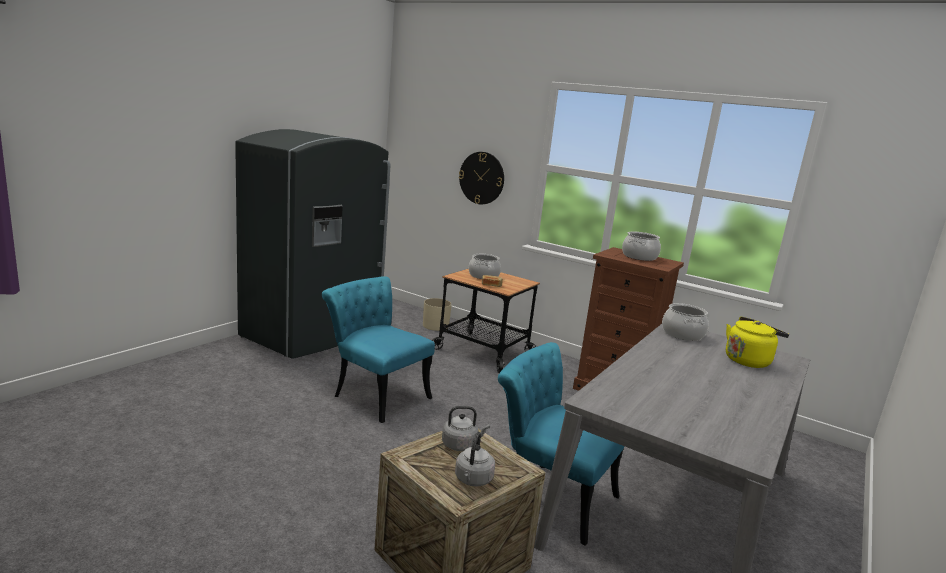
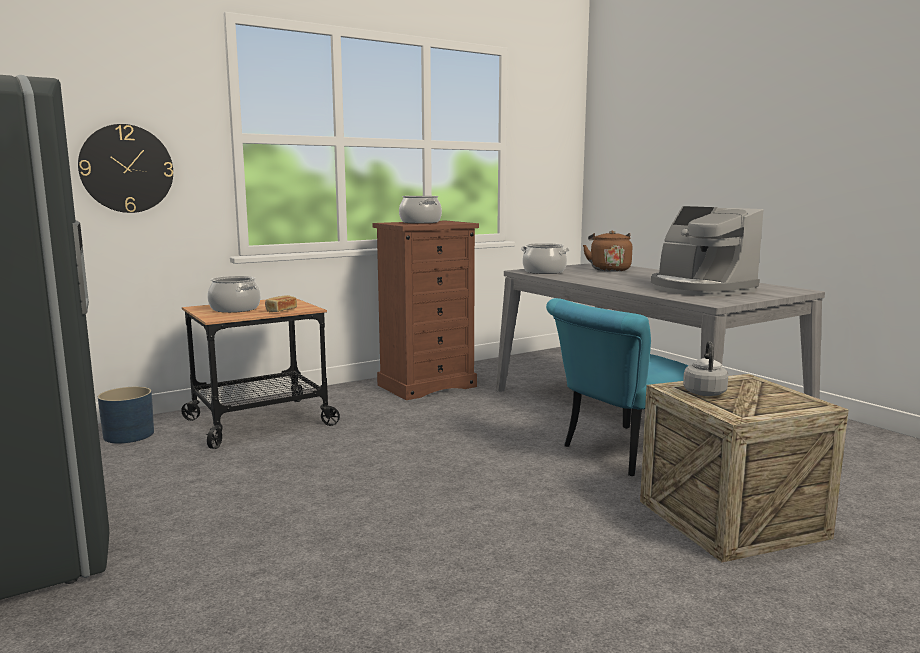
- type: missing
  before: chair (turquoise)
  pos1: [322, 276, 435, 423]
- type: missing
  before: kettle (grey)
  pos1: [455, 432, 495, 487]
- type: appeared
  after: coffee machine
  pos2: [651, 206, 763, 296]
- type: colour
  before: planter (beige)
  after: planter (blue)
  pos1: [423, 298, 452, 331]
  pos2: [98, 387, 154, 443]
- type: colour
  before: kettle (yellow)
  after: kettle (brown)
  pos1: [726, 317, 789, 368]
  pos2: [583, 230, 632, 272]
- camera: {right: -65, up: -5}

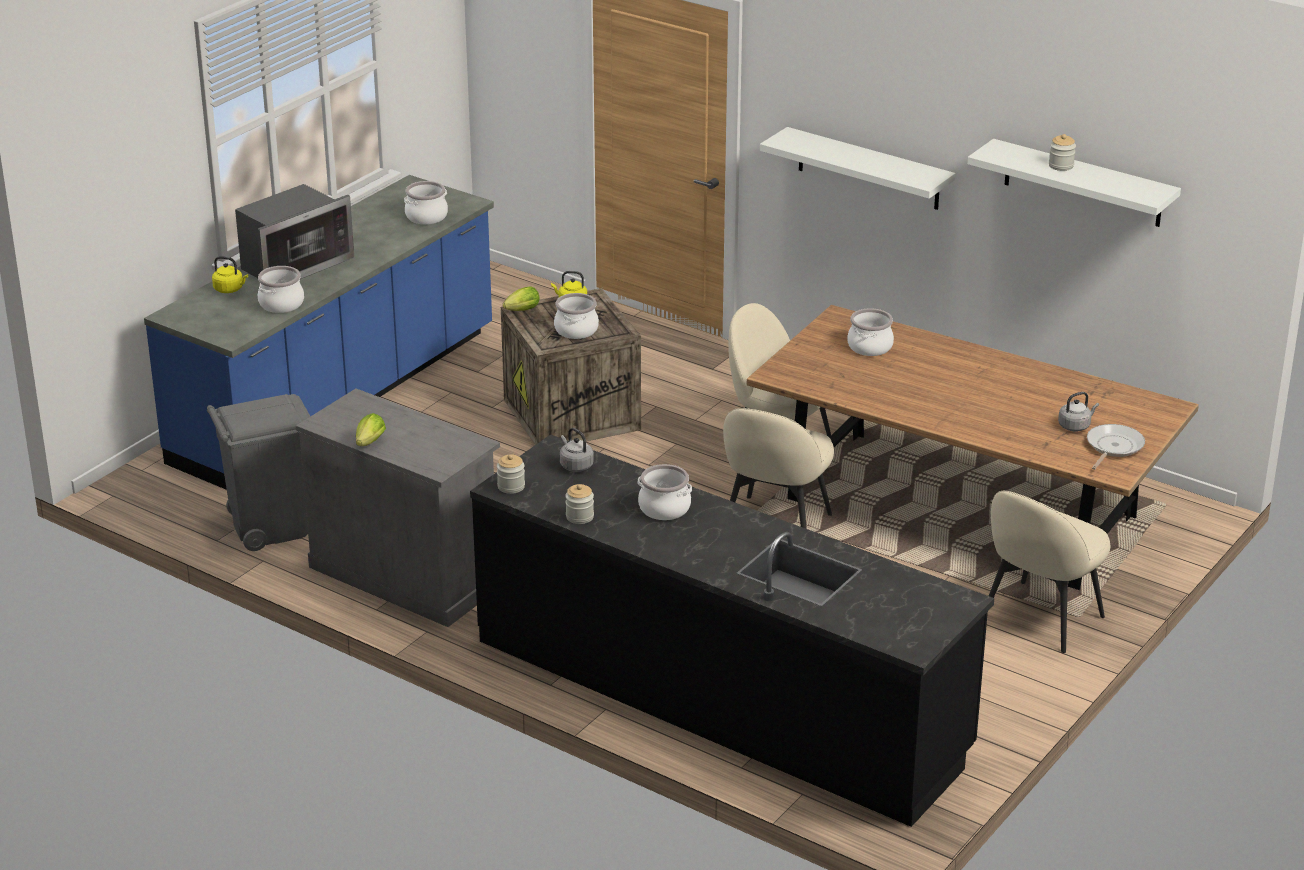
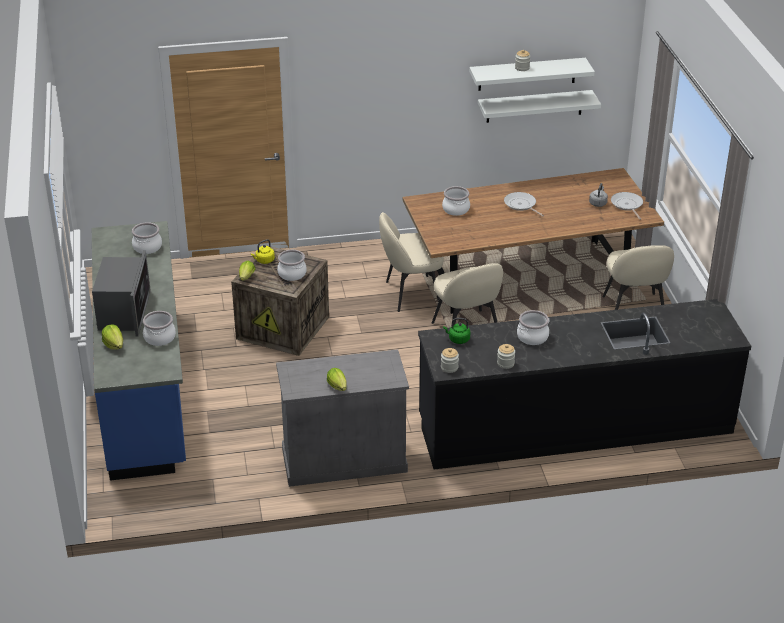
- type: missing
  before: trash can (grey)
  pos1: [207, 394, 310, 551]
- type: appeared
  after: frying pan
  pos2: [504, 192, 544, 216]
- type: relocated
  before: shelf (white)
  pos1: [760, 127, 955, 210]
  pos2: [478, 90, 601, 123]
- type: exchanged
  before: kettle (yellow)
  after: lettuce
  pos1: [212, 256, 248, 293]
  pos2: [102, 324, 123, 350]
- type: colour
  before: kettle (grey)
  after: kettle (green)
  pos1: [560, 428, 594, 472]
  pos2: [443, 318, 470, 344]
- camera: {right: -45, up: 5}

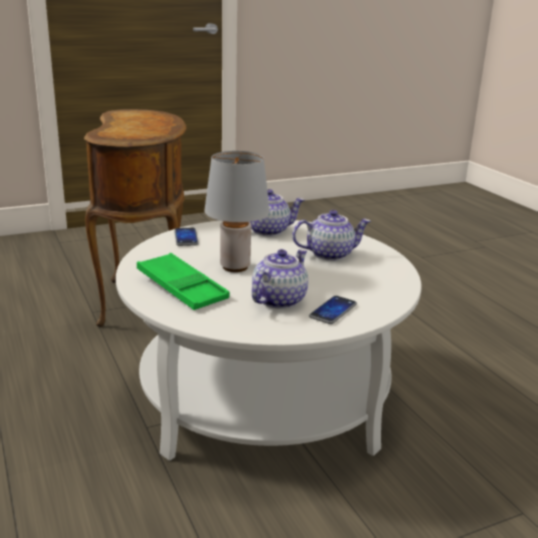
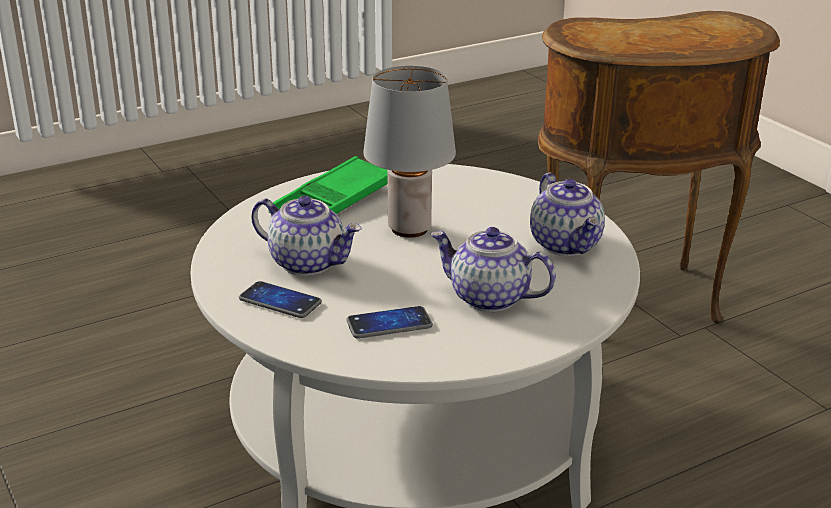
- type: relocated
  before: phone
  pos1: [174, 228, 199, 246]
  pos2: [346, 306, 433, 339]
- type: spun
  before: teapot
  pos1: [292, 210, 371, 261]
  pos2: [431, 227, 556, 312]
  turn: 135
- camera: {right: 85, up: 5}

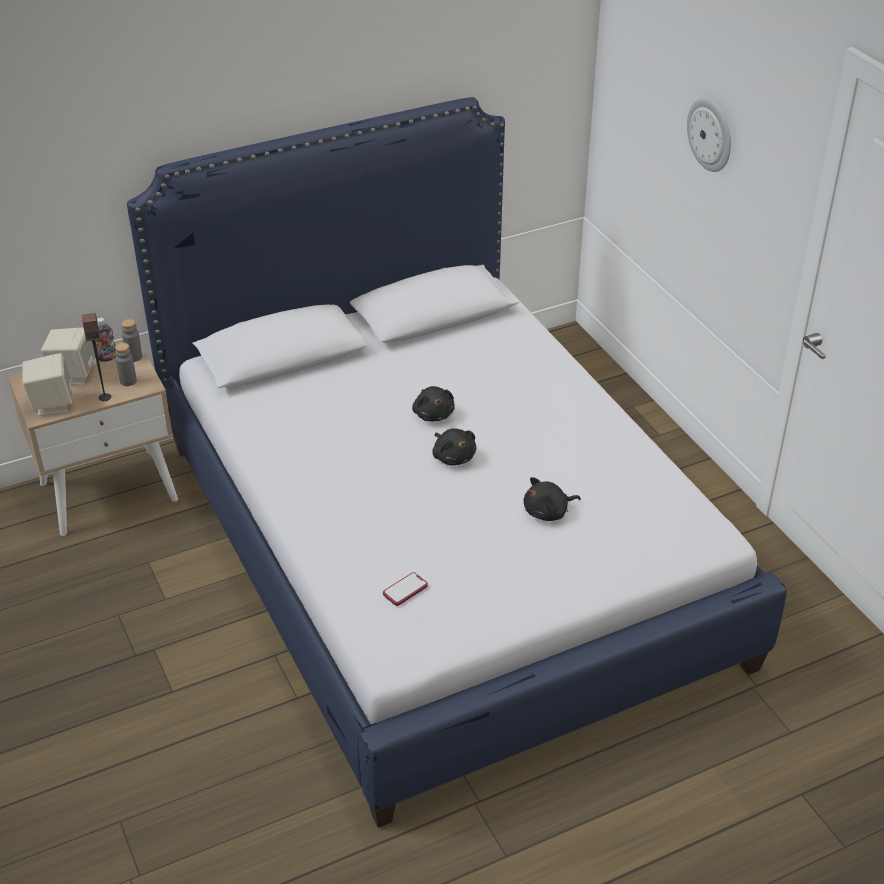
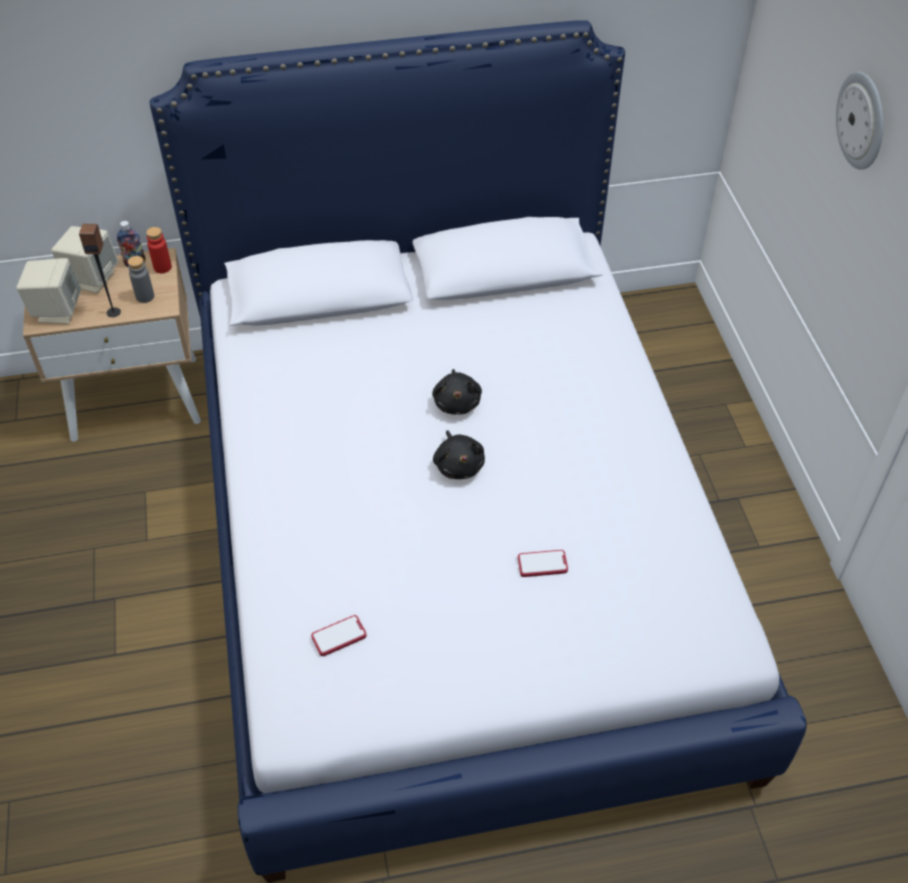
- type: exchanged
  before: plush toy (black)
  after: phone
  pos1: [524, 477, 581, 521]
  pos2: [518, 550, 568, 577]
- type: colour
  before: bottle (grey)
  after: bottle (red)
  pos1: [122, 319, 142, 362]
  pos2: [146, 227, 172, 273]
- camera: {right: 15, up: 10}

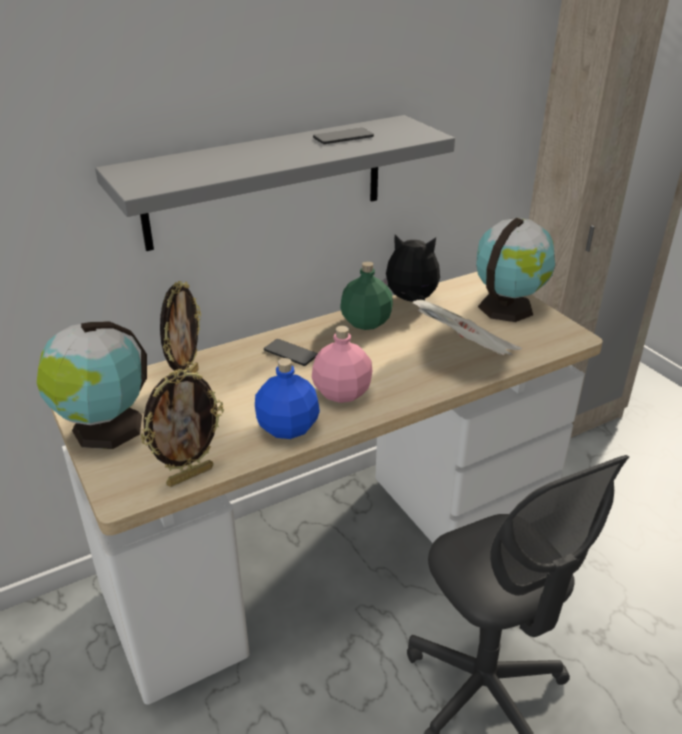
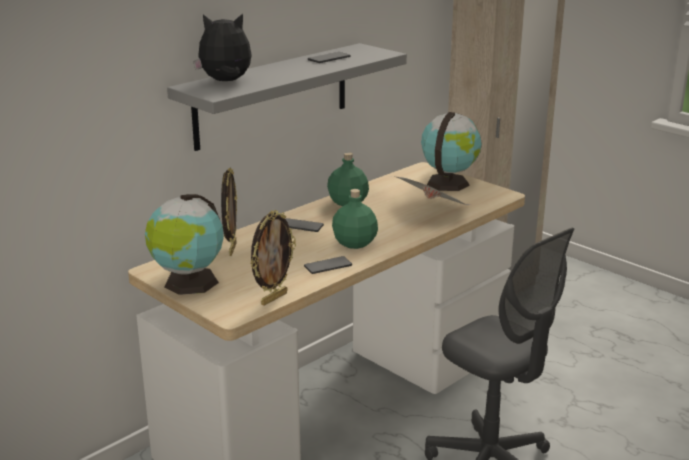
- type: relocated
  before: plush toy
  pos1: [382, 235, 440, 301]
  pos2: [193, 14, 252, 81]
- type: exchanged
  before: bottle (blue)
  after: phone
  pos1: [255, 358, 320, 439]
  pos2: [304, 256, 352, 274]
- type: colour
  before: bottle (pink)
  after: bottle (green)
  pos1: [312, 326, 373, 403]
  pos2: [332, 189, 378, 249]
- camera: {right: -15, up: -10}

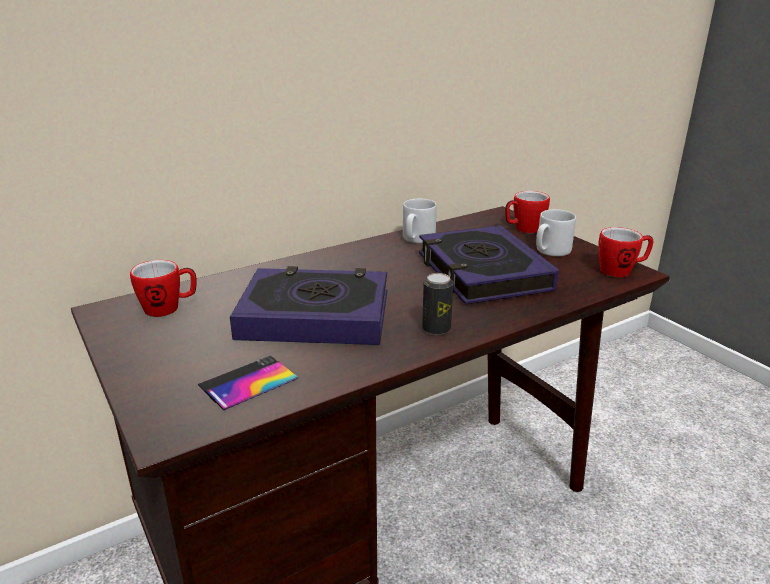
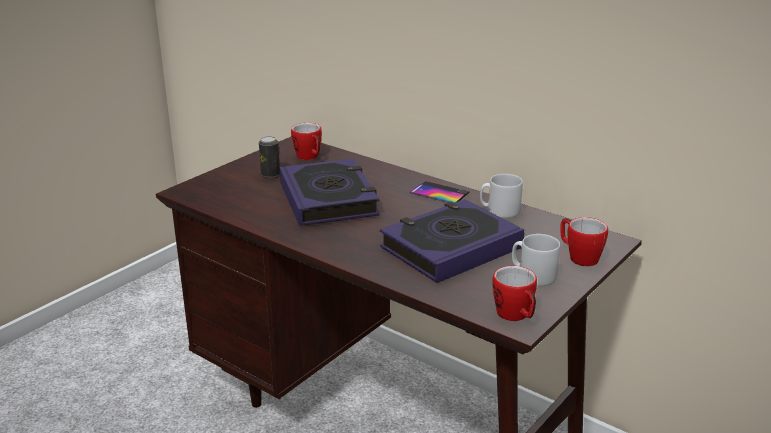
- type: relocated
  before: phone
  pos1: [198, 356, 298, 410]
  pos2: [410, 181, 470, 203]
- type: relocated
  before: can
  pos1: [422, 273, 453, 335]
  pos2: [259, 136, 280, 178]
- camera: {right: 70, up: 0}

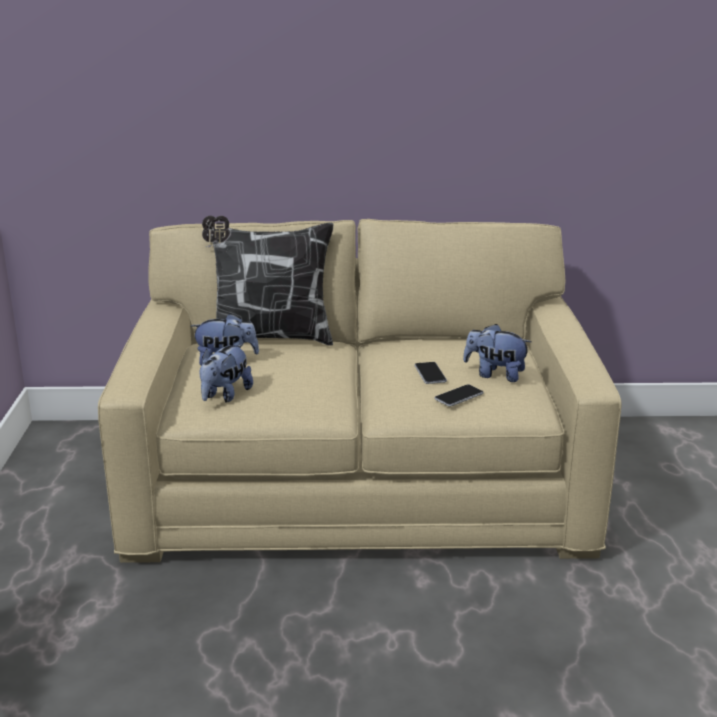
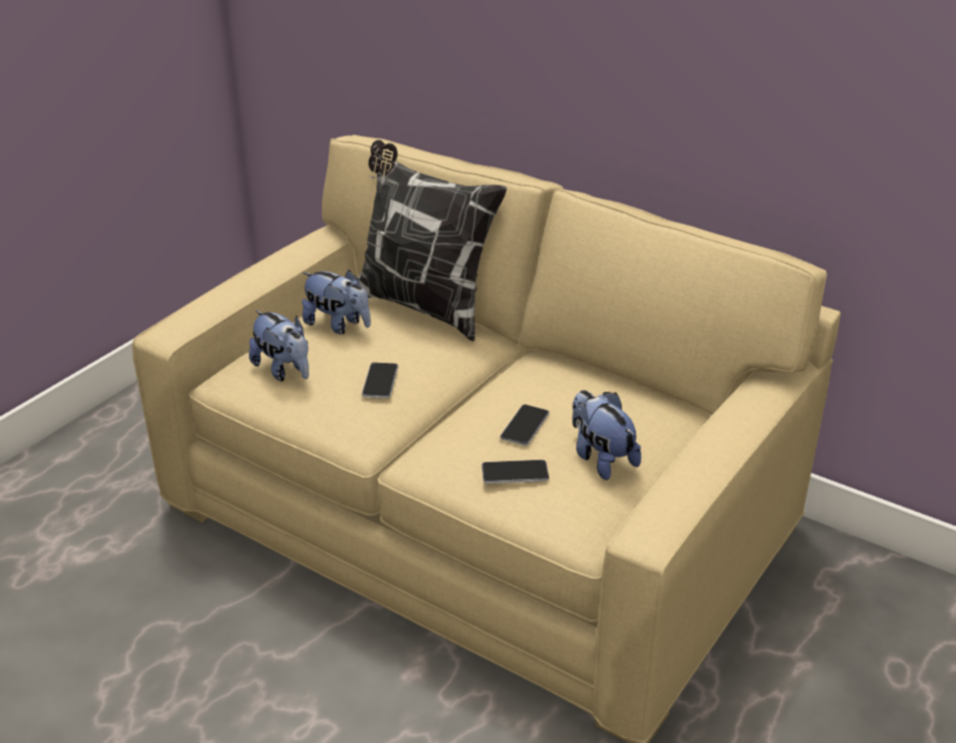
- type: appeared
  after: phone
  pos2: [362, 362, 398, 399]
- type: spun
  before: plush toy
  pos1: [199, 344, 253, 403]
  pos2: [249, 310, 309, 381]
  turn: -105
- camera: {right: 35, up: 10}

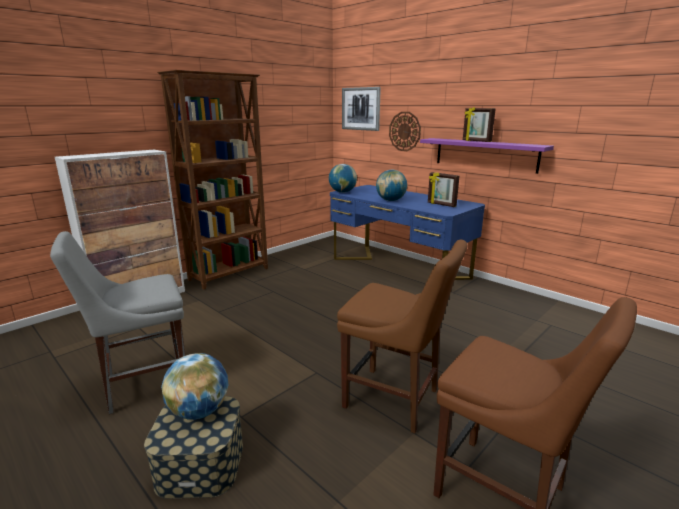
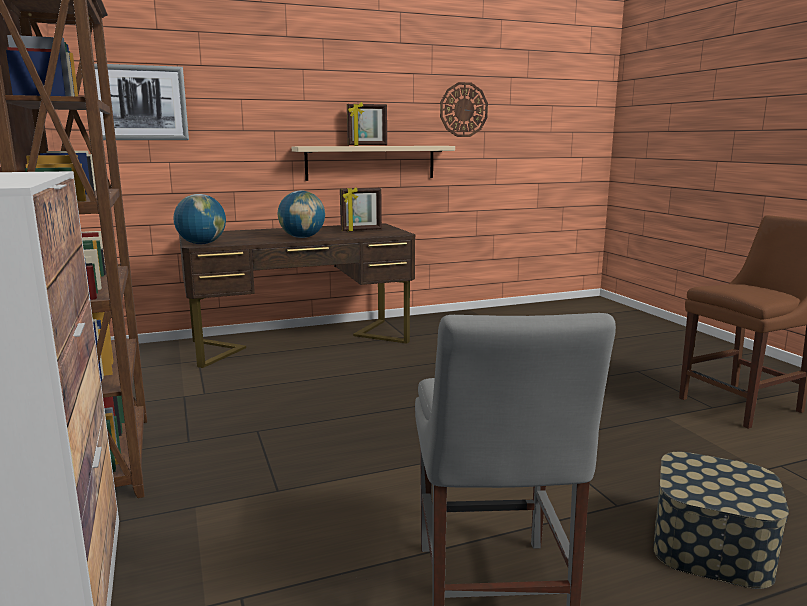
- type: missing
  before: globe
  pos1: [161, 353, 229, 420]
- type: missing
  before: chair (brown)
  pos1: [337, 240, 467, 433]
- type: relocated
  before: wall clock
  pos1: [389, 112, 421, 151]
  pos2: [440, 82, 488, 137]
- type: colour
  before: desk (blue)
  after: desk (brown)
  pos1: [330, 185, 485, 280]
  pos2: [179, 223, 415, 368]
- type: colour
  before: shelf (purple)
  after: shelf (beige)
  pos1: [420, 138, 554, 174]
  pos2: [292, 146, 455, 181]
- camera: {right: -65, up: -5}

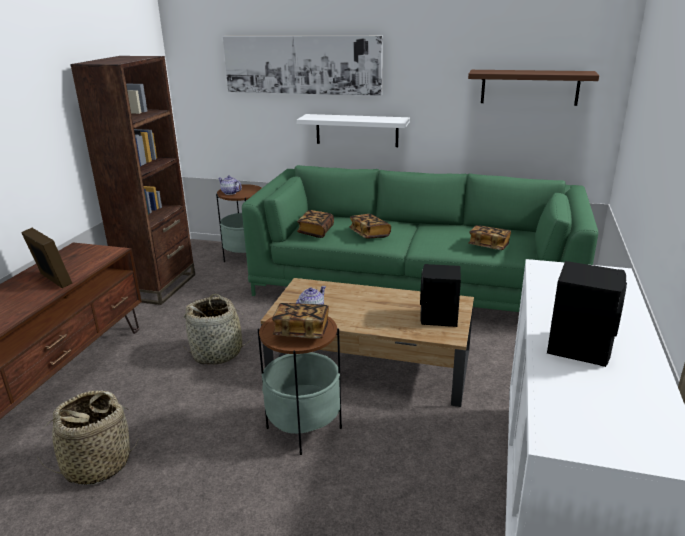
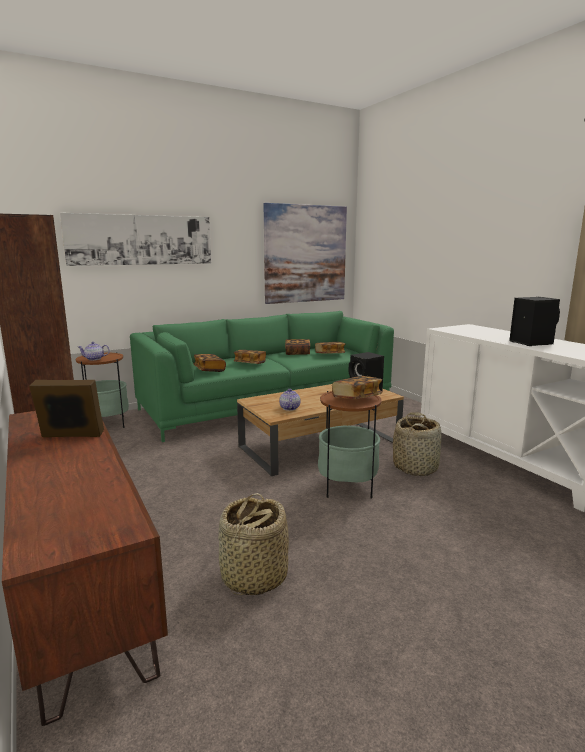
- type: missing
  before: shelf (white)
  pos1: [297, 114, 410, 147]
- type: appeared
  after: book
  pos2: [285, 339, 310, 355]
- type: relocated
  before: basket
  pos1: [181, 294, 253, 365]
  pos2: [393, 412, 442, 476]
- type: exchanged
  before: shelf (brown)
  after: picture
  pos1: [468, 70, 599, 106]
  pos2: [263, 203, 347, 304]
- camera: {right: -45, up: -10}

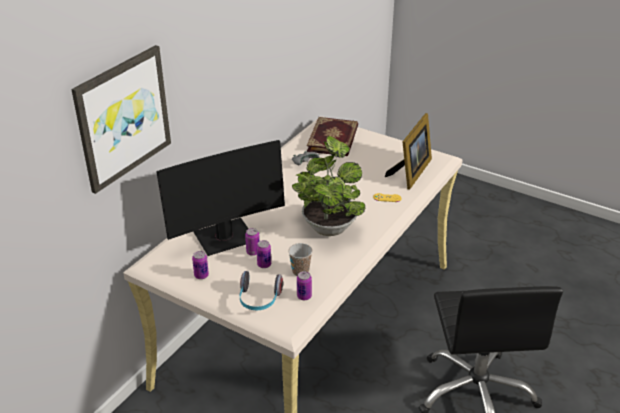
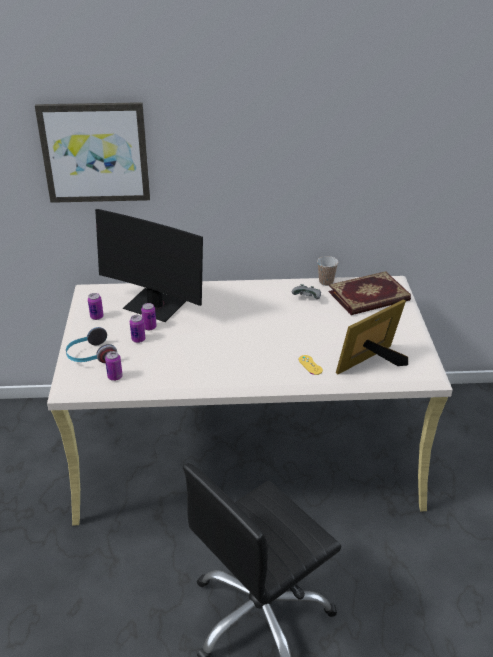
- type: missing
  before: potted plant
  pos1: [292, 136, 365, 236]
- type: relocated
  before: cup
  pos1: [288, 243, 313, 276]
  pos2: [317, 256, 338, 286]
- type: spun
  before: picture frame
  pos1: [385, 113, 432, 190]
  pos2: [336, 300, 408, 375]
  turn: 150
- camera: {right: 55, up: 0}

